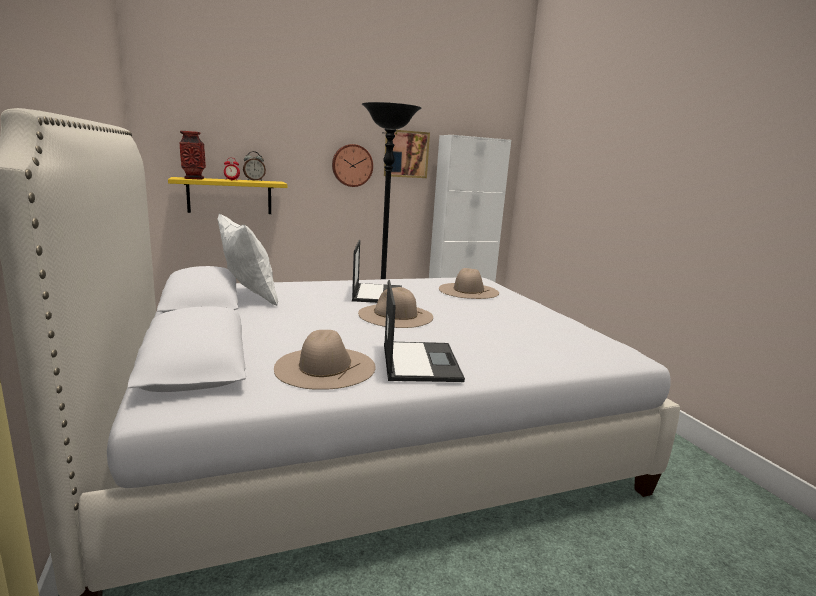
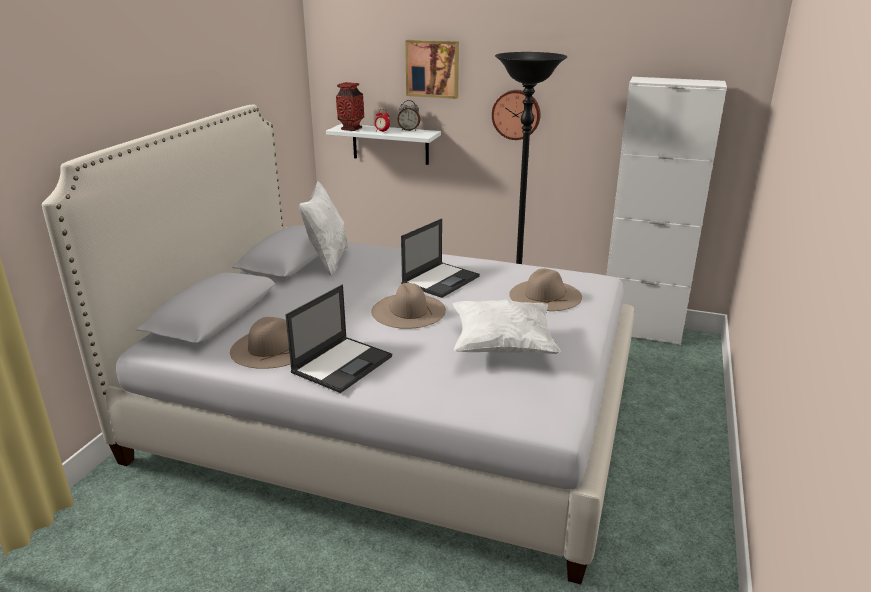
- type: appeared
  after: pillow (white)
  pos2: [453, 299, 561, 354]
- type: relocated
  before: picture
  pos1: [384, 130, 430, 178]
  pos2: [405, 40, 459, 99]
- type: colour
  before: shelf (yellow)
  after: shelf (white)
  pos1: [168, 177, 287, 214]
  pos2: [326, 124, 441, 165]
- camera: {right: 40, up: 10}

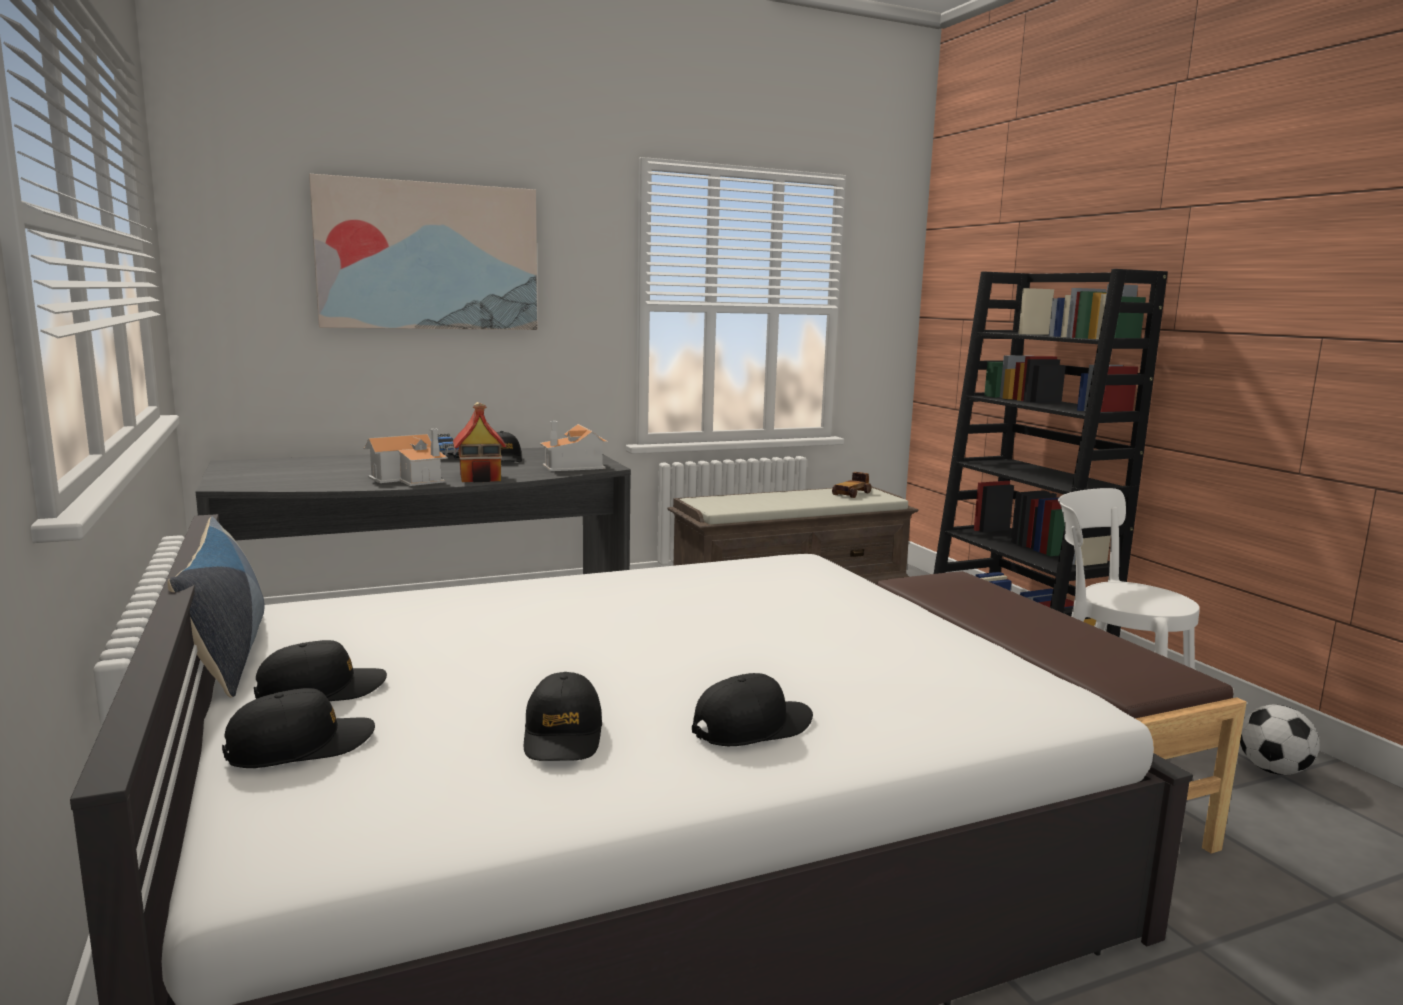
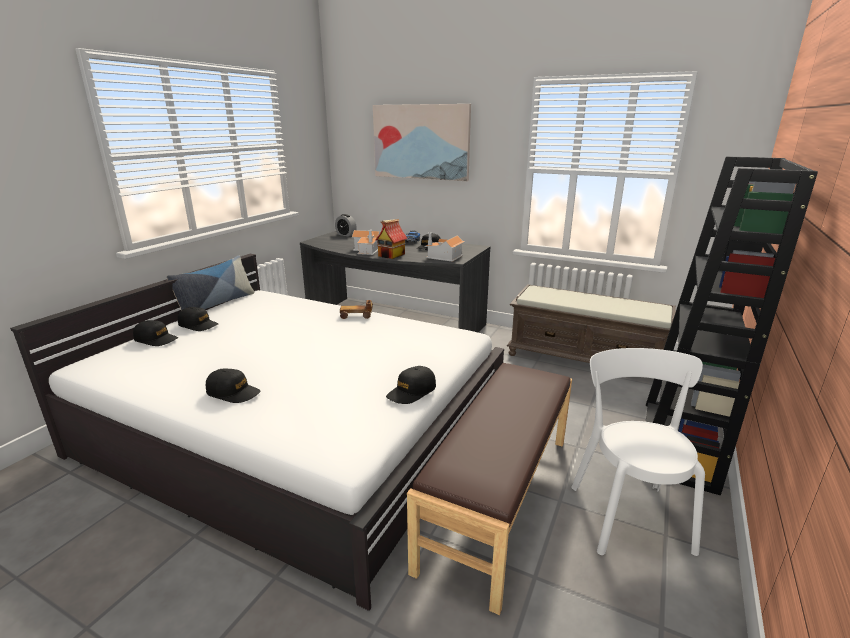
- type: missing
  before: football
  pos1: [1240, 704, 1320, 775]
- type: appeared
  after: alarm clock
  pos2: [335, 214, 357, 237]
- type: relocated
  before: cap (black)
  pos1: [524, 672, 602, 761]
  pos2: [386, 366, 436, 404]
- type: relocated
  before: toy car
  pos1: [832, 472, 871, 498]
  pos2: [340, 300, 373, 319]
- camera: {right: 50, up: 10}

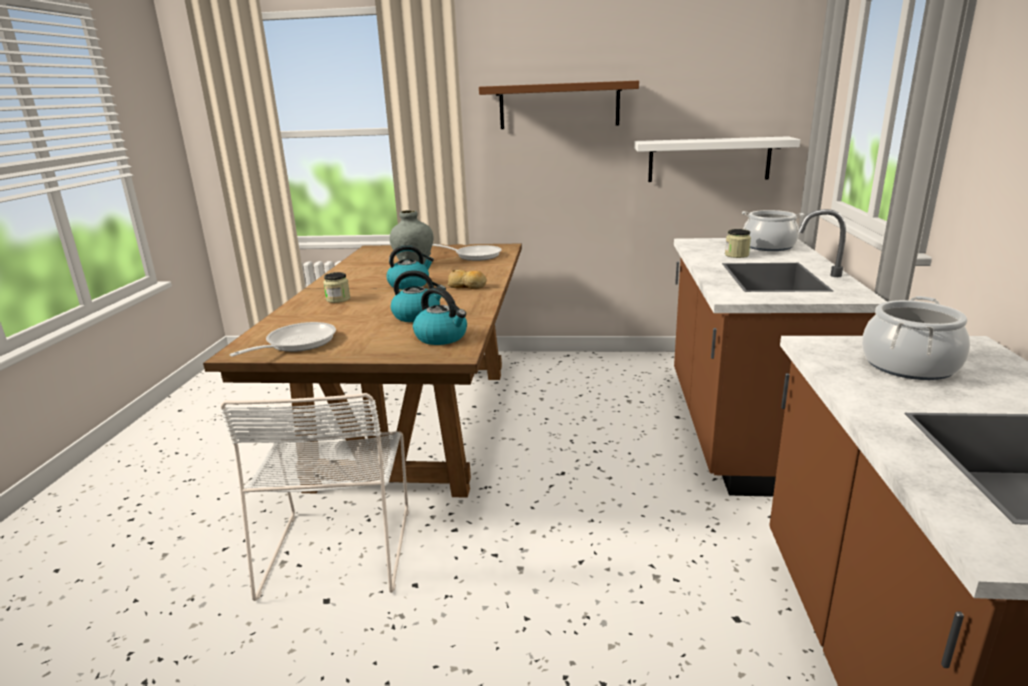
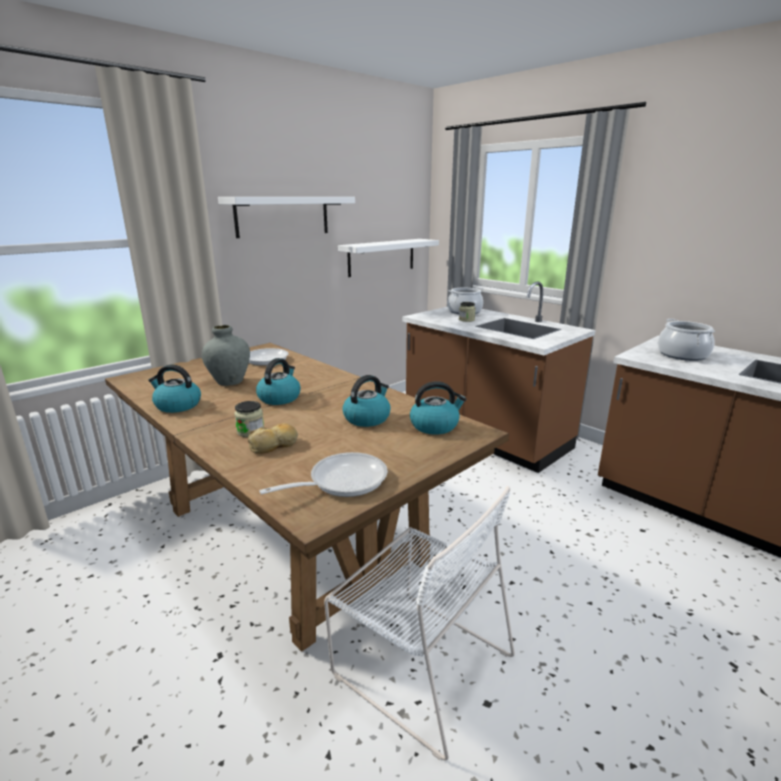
- type: appeared
  after: kettle
  pos2: [148, 365, 201, 413]
- type: relocated
  before: bread
  pos1: [447, 270, 487, 289]
  pos2: [248, 423, 298, 454]
- type: colour
  before: shelf (brown)
  after: shelf (white)
  pos1: [479, 81, 639, 129]
  pos2: [218, 197, 355, 238]
- type: spun
  before: frying pan
  pos1: [229, 322, 336, 357]
  pos2: [259, 452, 388, 497]
  turn: 75
- camera: {right: -50, up: 0}

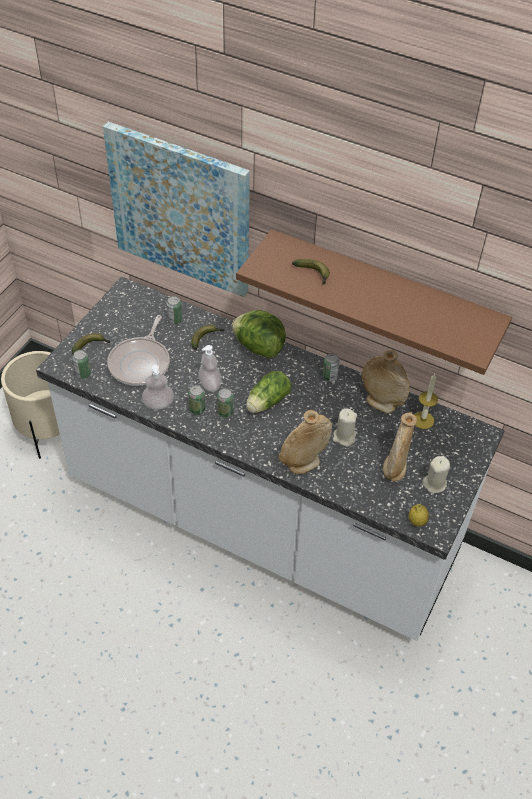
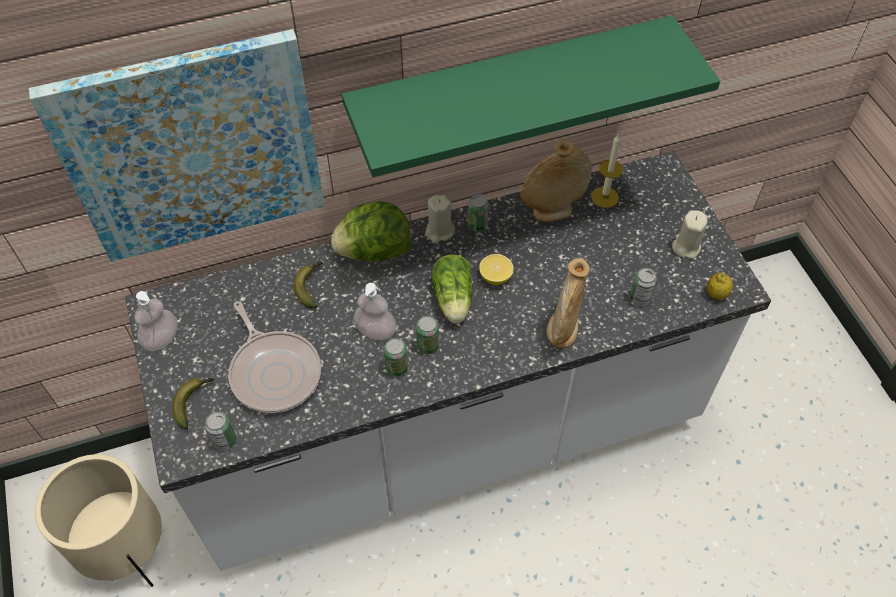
- type: missing
  before: banana
  pos1: [292, 259, 330, 284]
- type: missing
  before: vase (beige)
  pos1: [383, 412, 417, 481]
- type: appeared
  after: lemon
  pos2: [479, 254, 513, 285]
- type: relocated
  before: soap dispenser
  pos1: [142, 365, 174, 409]
  pos2: [134, 291, 178, 351]
- type: relocated
  before: can
  pos1: [166, 296, 182, 324]
  pos2: [630, 268, 657, 306]
- type: relocated
  before: candle (beige)
  pos1: [333, 408, 357, 446]
  pos2: [425, 195, 455, 243]
- type: colour
  before: shelf (brown)
  after: shelf (green)
  pos1: [236, 229, 512, 375]
  pos2: [342, 16, 720, 177]
- camera: {right: -45, up: 5}

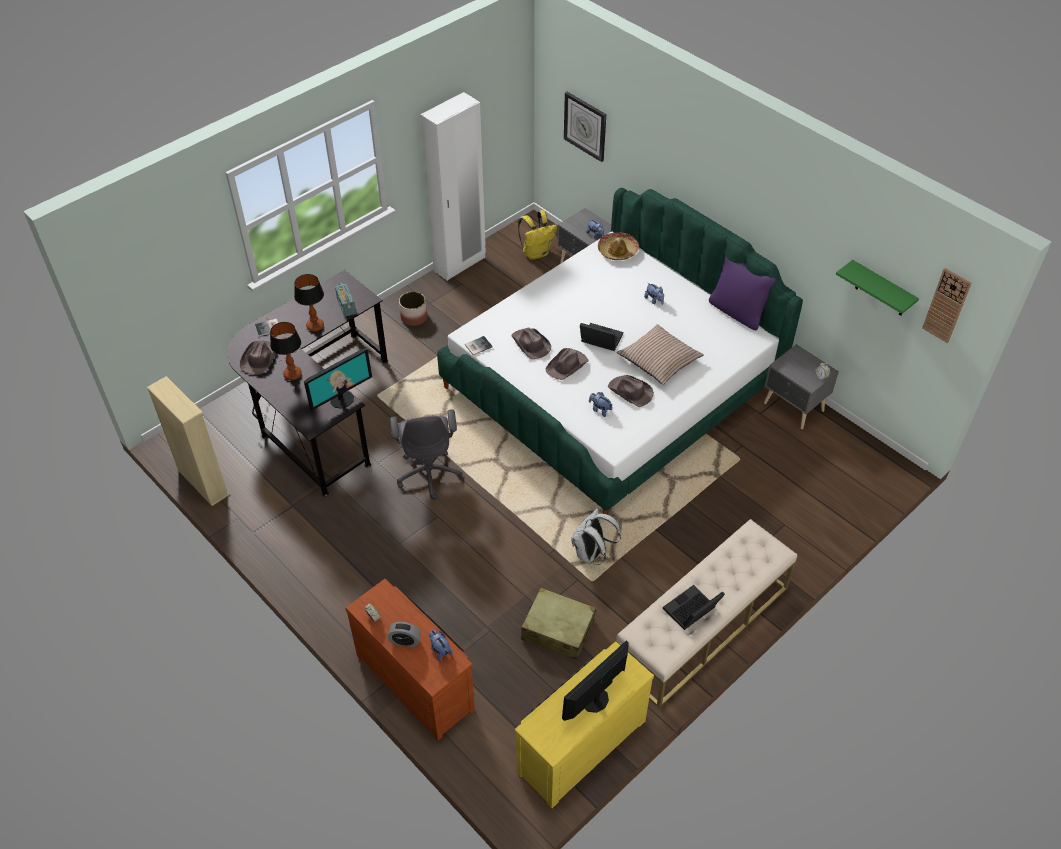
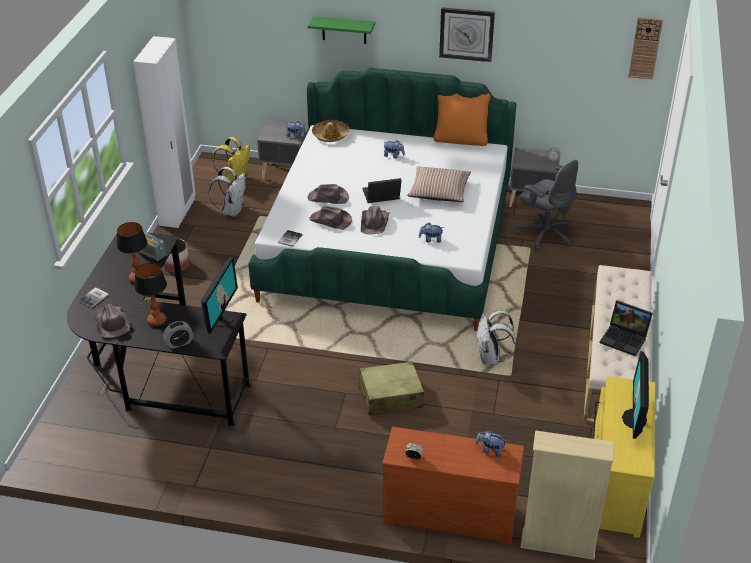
- type: appeared
  after: backpack (white)
  pos2: [209, 167, 245, 217]
- type: relocated
  before: bookcase (beige)
  pos1: [147, 376, 230, 506]
  pos2: [520, 430, 615, 560]
- type: relocated
  before: alarm clock
  pos1: [388, 622, 421, 647]
  pos2: [163, 321, 193, 349]
- type: relocated
  before: office chair (grey)
  pos1: [390, 409, 463, 500]
  pos2: [517, 160, 578, 251]
- type: relocated
  before: suitcase (beige)
  pos1: [521, 587, 596, 660]
  pos2: [358, 361, 424, 416]
- type: relocated
  before: wall clock
  pos1: [564, 92, 606, 162]
  pos2: [439, 7, 495, 62]
- type: relocated
  before: hat (brown)
  pos1: [608, 375, 654, 407]
  pos2: [308, 184, 349, 204]
- type: relocated
  before: shelf (green)
  pos1: [836, 260, 919, 316]
  pos2: [308, 16, 375, 44]
- type: colour
  before: pillow (purple)
  after: pillow (orange)
  pos1: [709, 257, 777, 330]
  pos2: [434, 93, 491, 146]
- type: spun
  before: laptop
  pos1: [663, 585, 725, 630]
  pos2: [600, 300, 653, 356]
  turn: -75
- camera: {right: -35, up: -10}

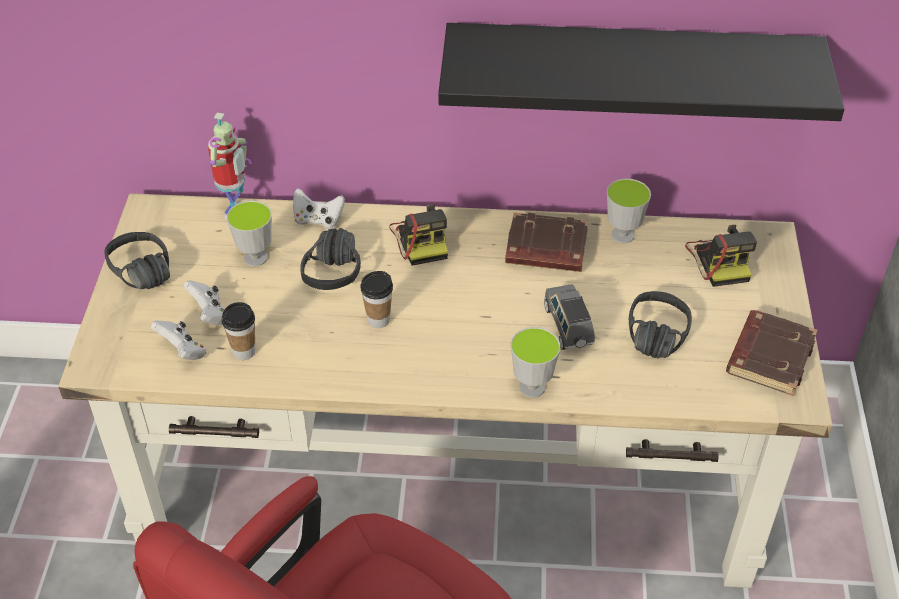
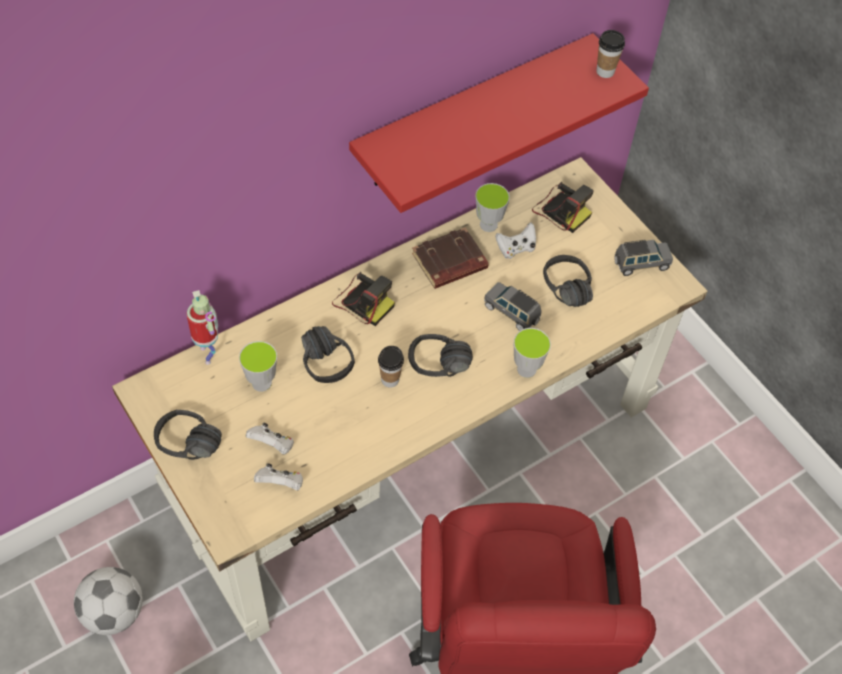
- type: appeared
  after: football
  pos2: [74, 567, 143, 635]
- type: appeared
  after: headphones (black)
  pos2: [408, 334, 473, 377]
- type: relocated
  before: cup
  pos1: [222, 302, 256, 360]
  pos2: [596, 30, 625, 78]
- type: relocated
  before: game controller (white)
  pos1: [293, 188, 345, 230]
  pos2: [495, 223, 536, 259]
- type: exchanged
  before: book (brown)
  after: toy car (grey)
  pos1: [726, 310, 818, 396]
  pos2: [614, 240, 673, 276]
- type: colour
  before: shelf (black)
  after: shelf (red)
  pos1: [438, 23, 845, 121]
  pos2: [349, 33, 649, 213]
- camera: {right: -40, up: 10}

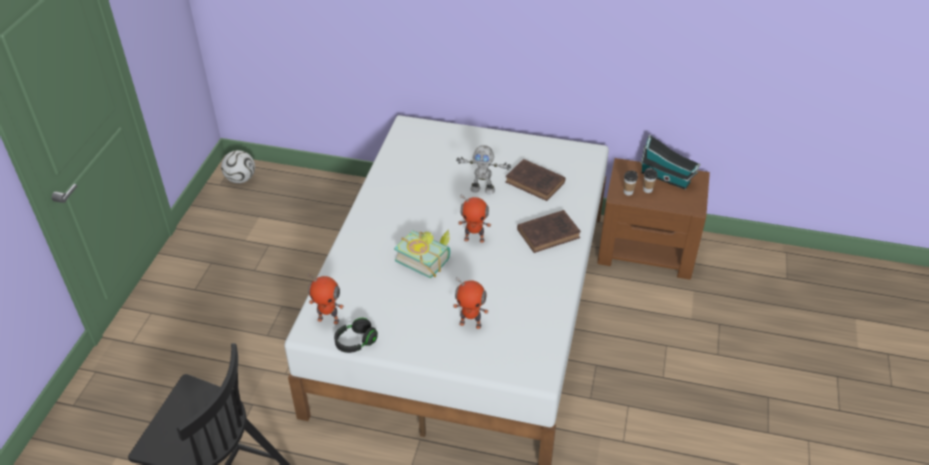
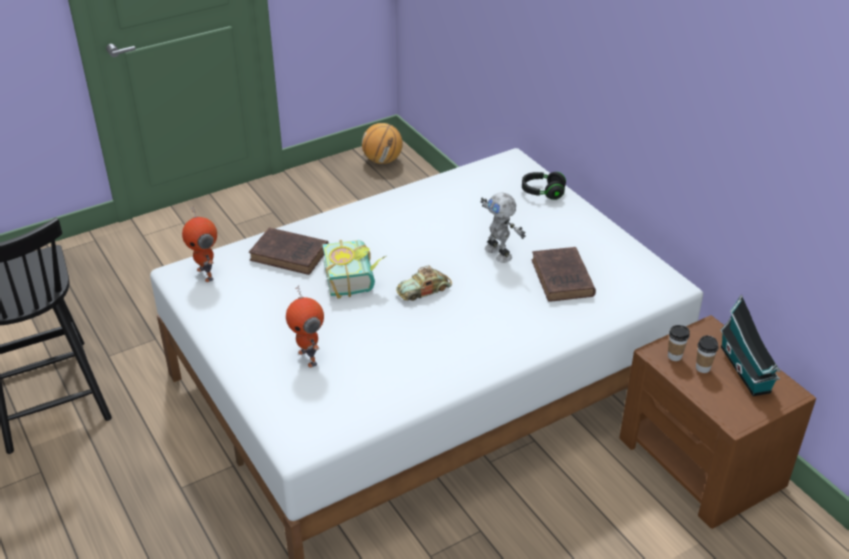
- type: relocated
  before: headphones (black)
  pos1: [334, 318, 378, 353]
  pos2: [522, 172, 566, 200]
- type: relocated
  before: book (brown)
  pos1: [517, 210, 581, 253]
  pos2: [249, 227, 329, 275]
- type: exchanged
  before: football
  after: basketball
  pos1: [221, 150, 255, 183]
  pos2: [362, 123, 403, 164]
- type: exchanged
  before: toy robot
  after: toy car
  pos1: [458, 194, 491, 243]
  pos2: [396, 266, 452, 301]
- camera: {right: 45, up: -5}

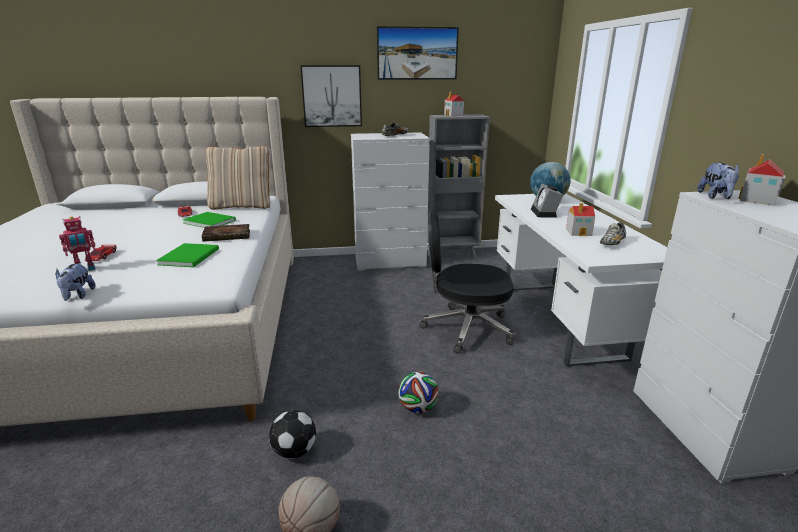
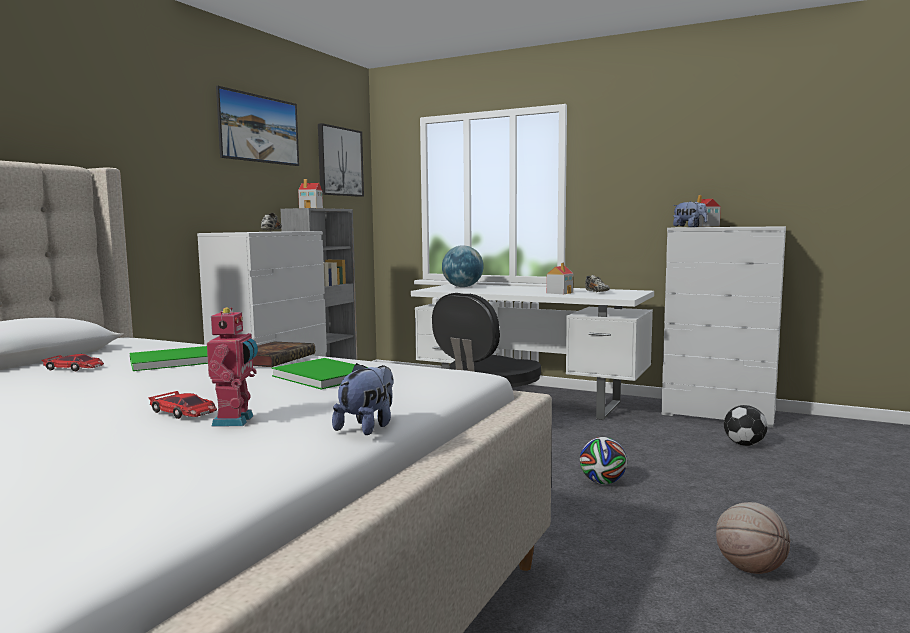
- type: missing
  before: pillow (beige)
  pos1: [206, 146, 270, 210]
- type: missing
  before: alarm clock
  pos1: [531, 184, 563, 217]
- type: relocated
  before: football
  pos1: [269, 410, 316, 459]
  pos2: [724, 405, 768, 446]
- type: relocated
  before: picture
  pos1: [300, 65, 362, 127]
  pos2: [318, 123, 364, 197]
- type: spun
  before: plush toy
  pos1: [56, 262, 95, 301]
  pos2: [332, 363, 393, 435]
  turn: -90
- camera: {right: -55, up: -15}

